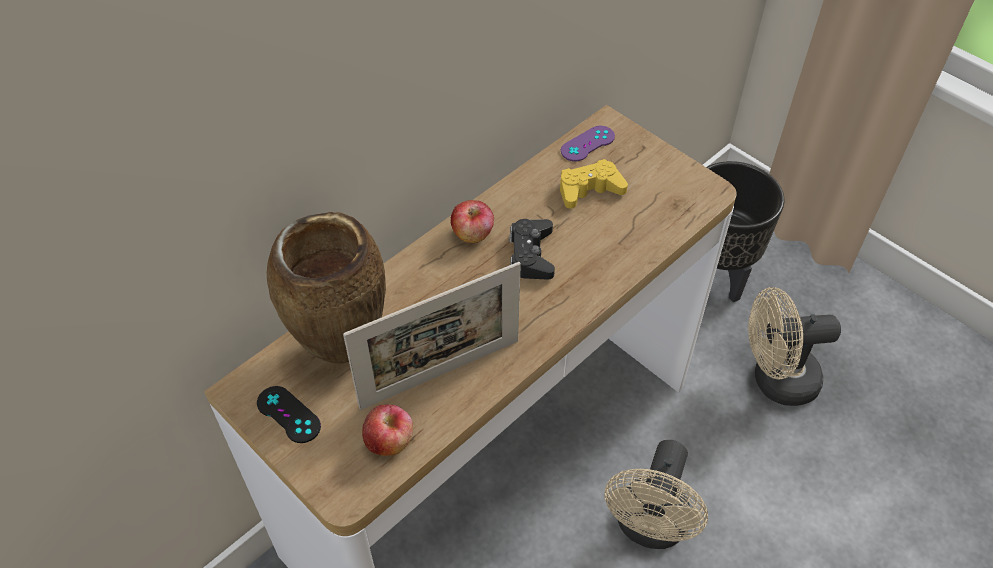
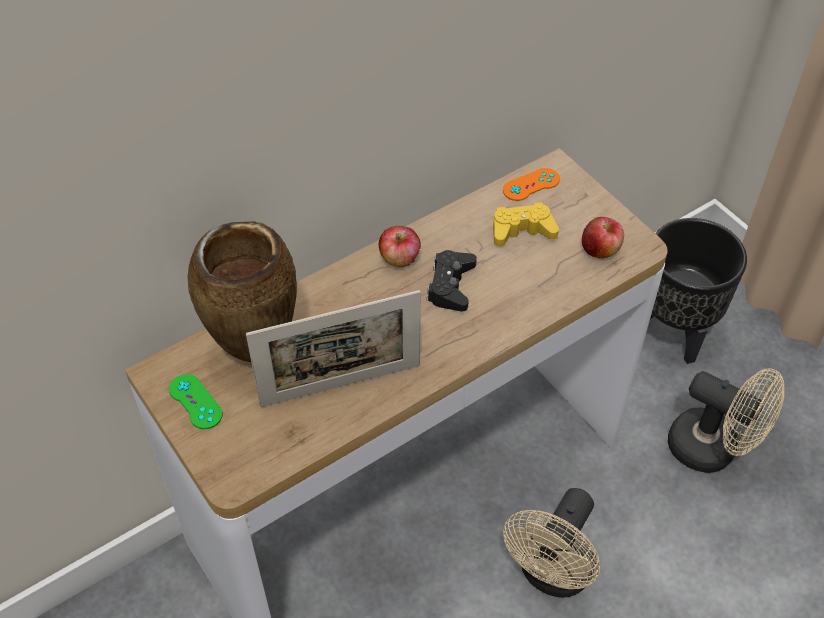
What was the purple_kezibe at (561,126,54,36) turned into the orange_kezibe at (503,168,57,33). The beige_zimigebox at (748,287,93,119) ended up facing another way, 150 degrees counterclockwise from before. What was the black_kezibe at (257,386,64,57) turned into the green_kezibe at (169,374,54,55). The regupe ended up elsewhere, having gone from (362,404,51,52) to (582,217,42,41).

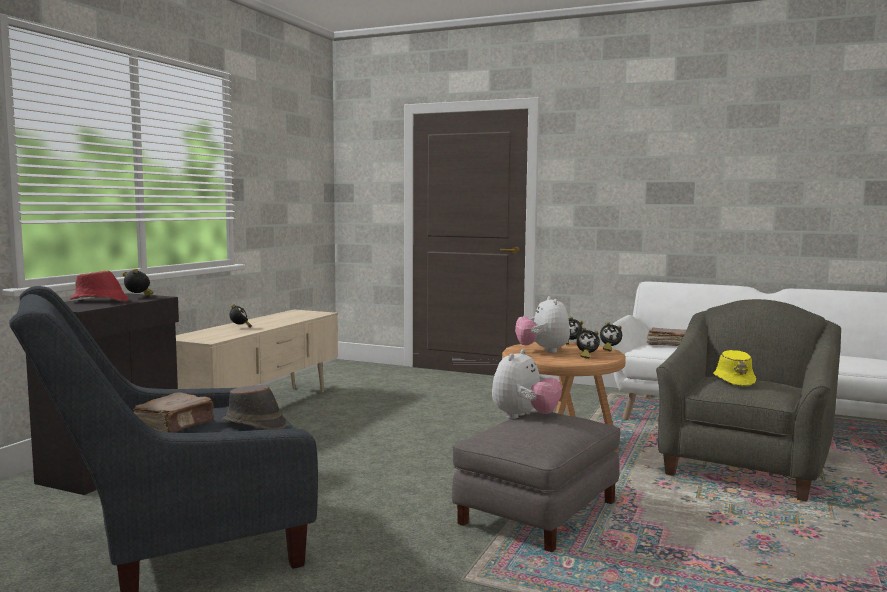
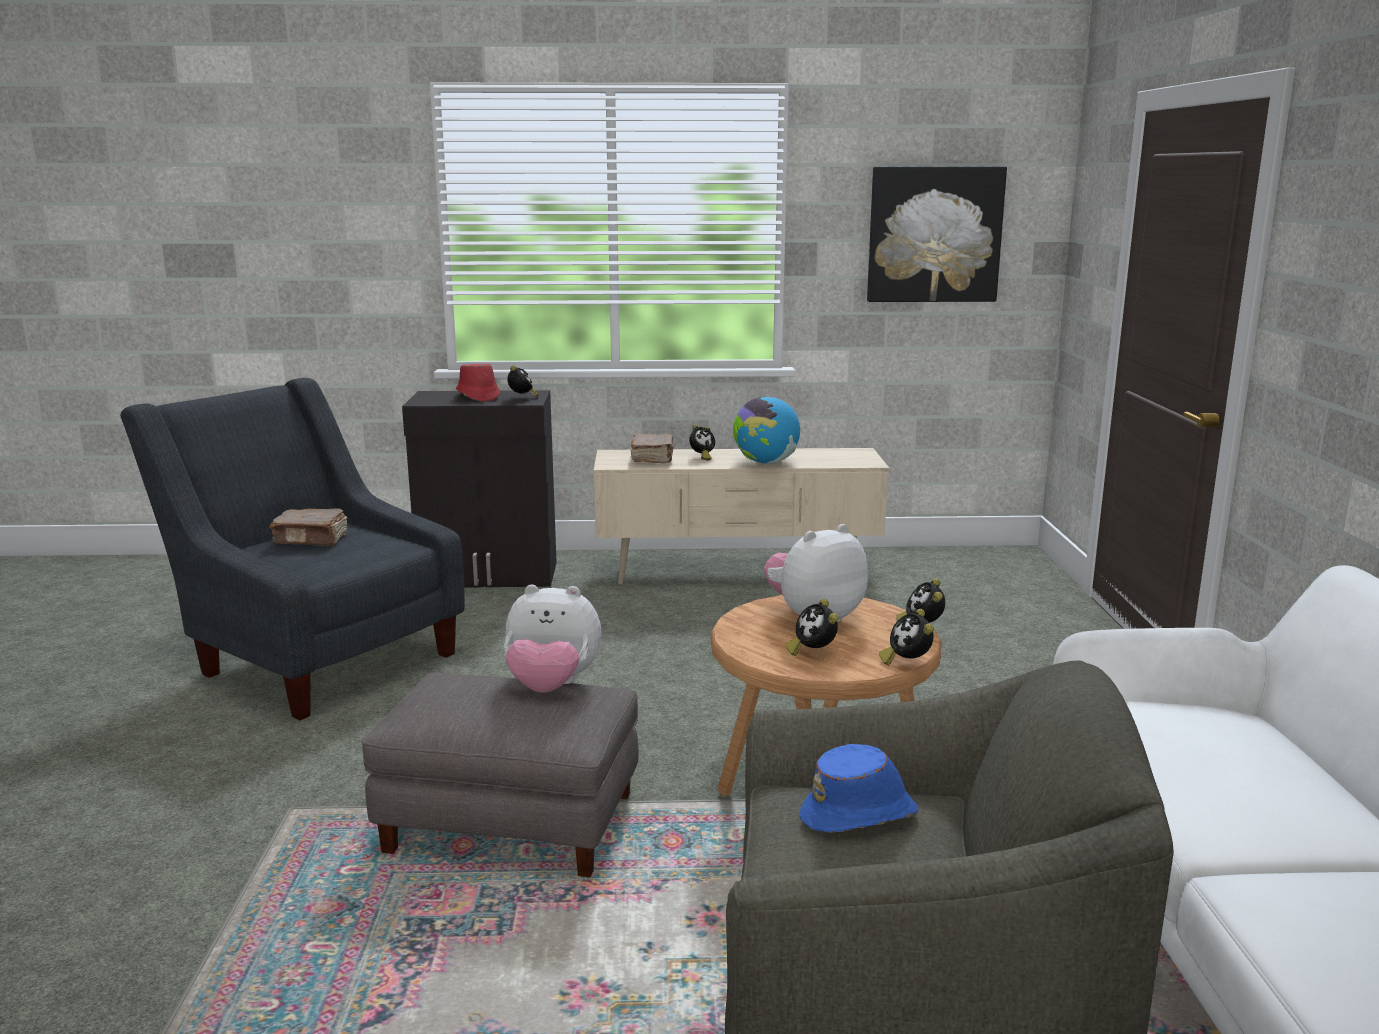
The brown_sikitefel ended up elsewhere, having gone from (647,328,39,18) to (630,433,43,30). What was the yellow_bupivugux at (713,350,43,36) turned into the blue_bupivugux at (799,744,119,89). The second view lost the brown_bupivugux at (222,385,65,45). The second view gained the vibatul at (867,166,140,136). The second view gained the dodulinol at (733,397,67,67).

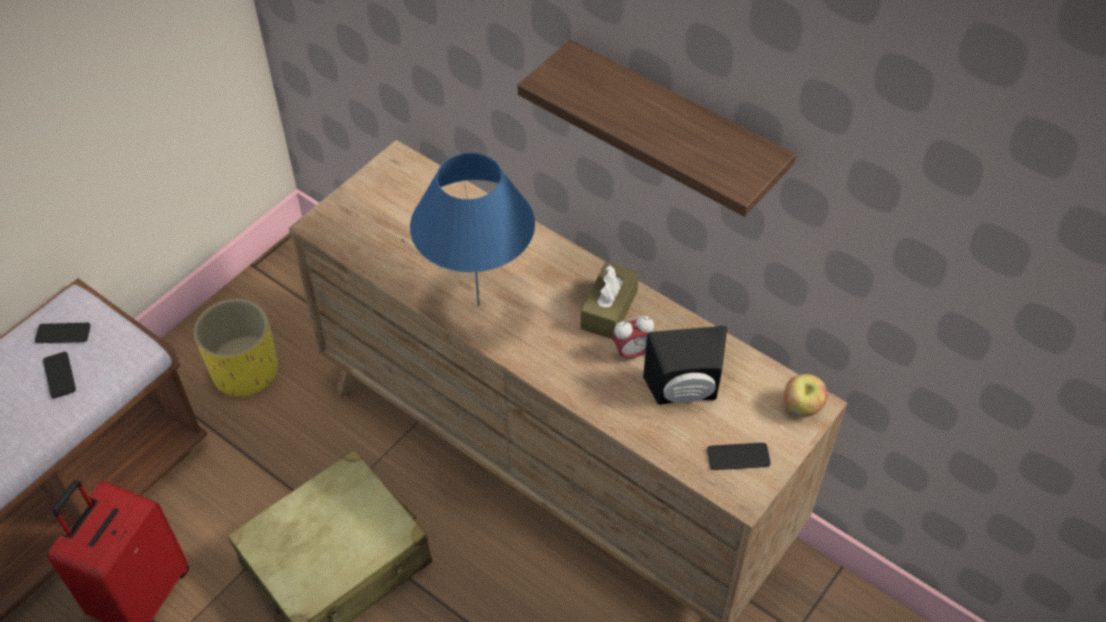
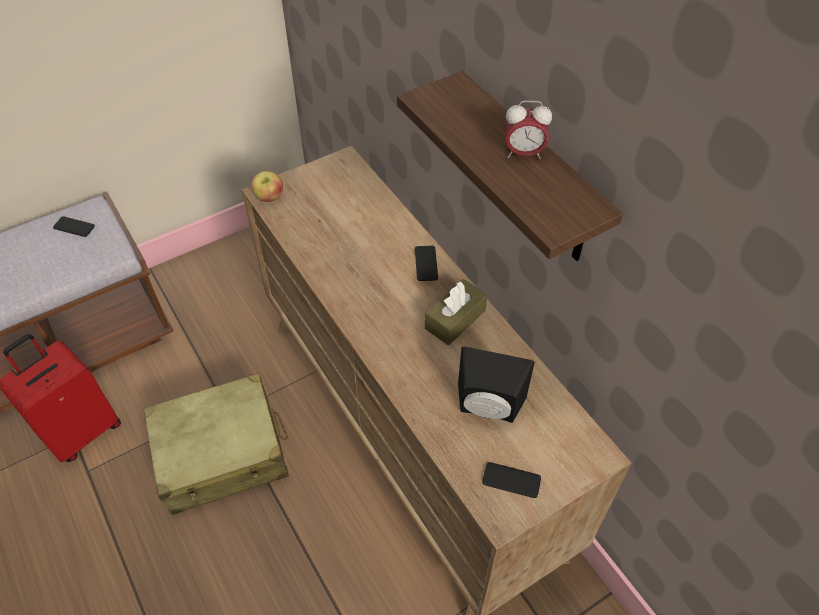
The second view lost the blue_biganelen at (410,153,125,153). The second view lost the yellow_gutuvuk at (194,299,84,98). The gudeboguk ended up elsewhere, having gone from (612,316,42,46) to (505,101,47,58). The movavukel ended up elsewhere, having gone from (43,352,33,46) to (415,246,23,35). The regupe ended up elsewhere, having gone from (784,374,43,43) to (251,171,32,31).

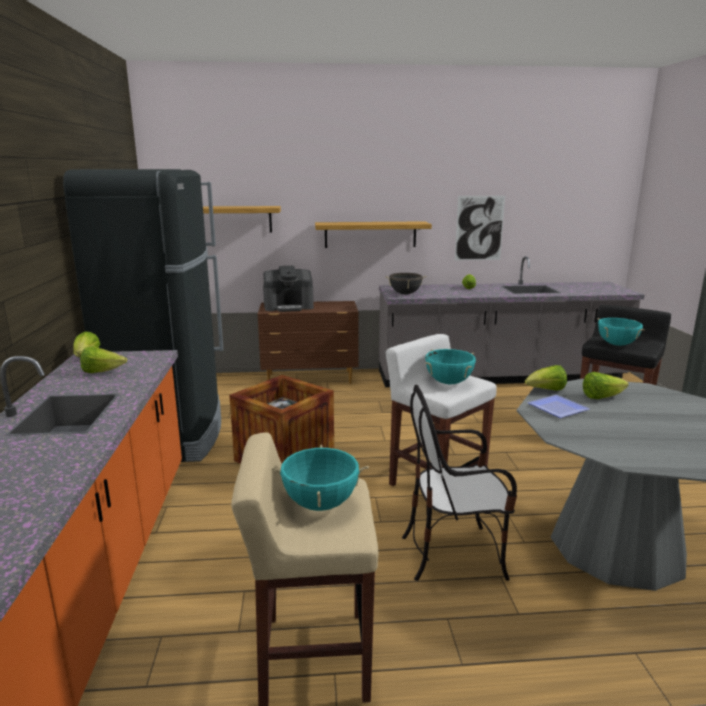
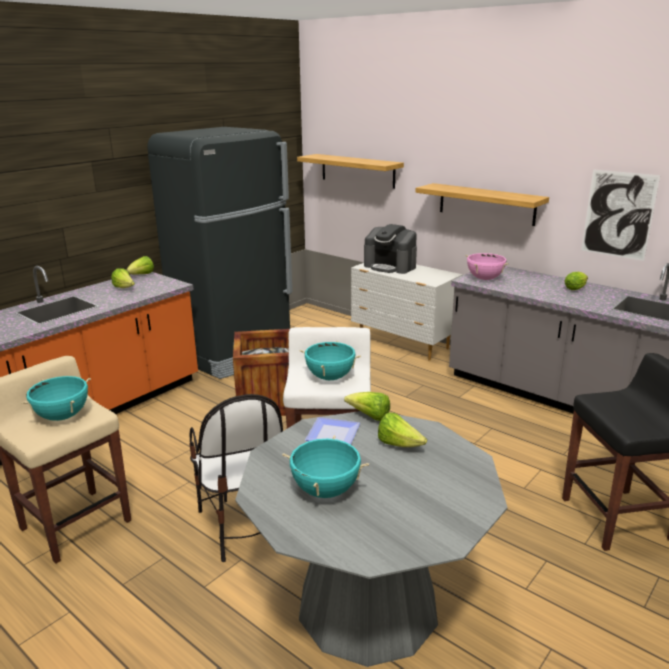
What was the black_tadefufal at (385,273,41,21) turned into the pink_tadefufal at (465,253,44,27). What was the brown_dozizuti at (258,301,101,83) turned into the white_dozizuti at (351,263,112,98). The turquoise_tadefufal ended up elsewhere, having gone from (598,318,47,28) to (282,435,87,63). The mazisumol at (402,384,115,197) ended up facing another way, 150 degrees counterclockwise from before.

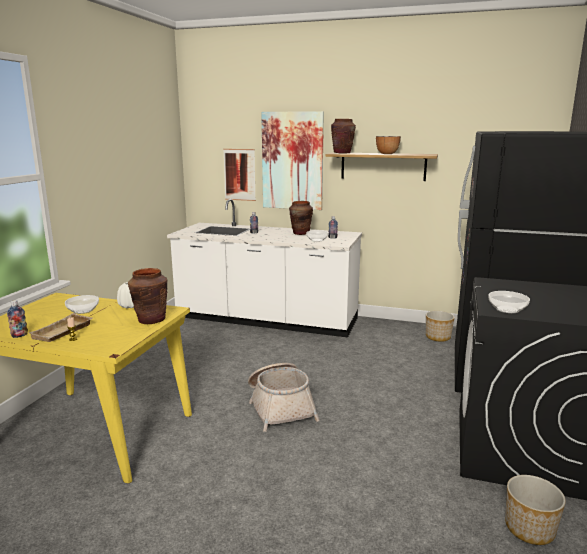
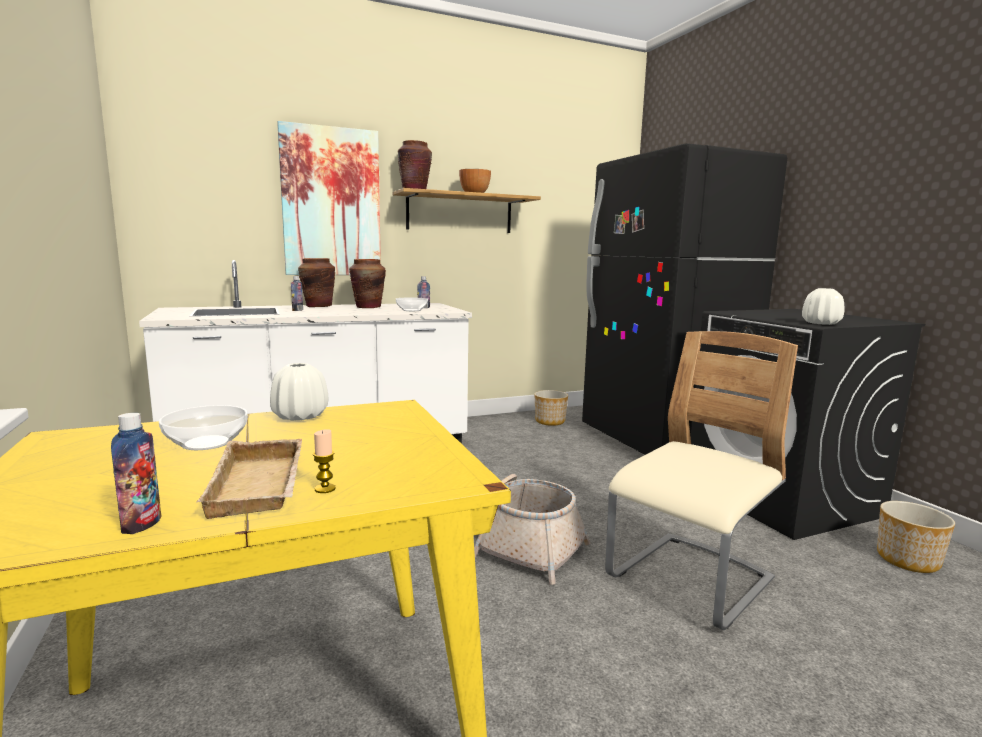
The second view lost the vibatul at (223,149,33,52). The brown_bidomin ended up elsewhere, having gone from (128,268,40,56) to (298,258,37,49). Where the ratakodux stood at (488,291,42,22), the white_bidomin came to stand at (802,288,42,37). The second view gained the beige_mazisumol at (605,331,193,299).

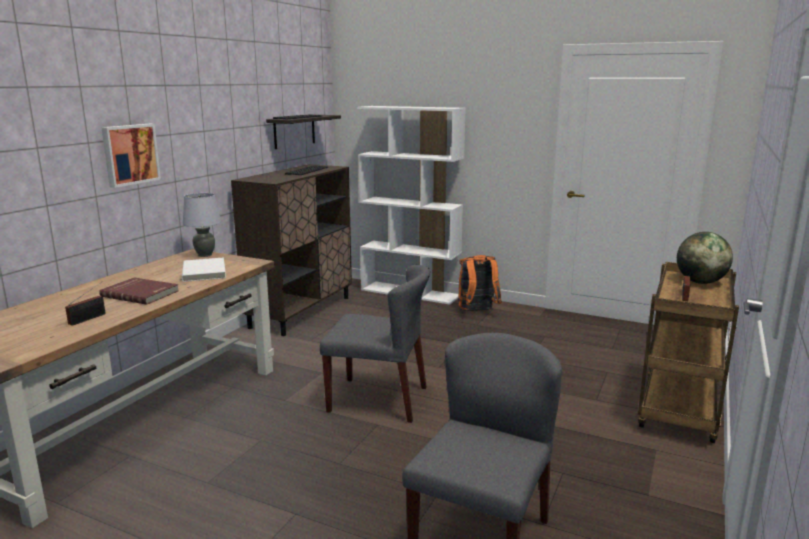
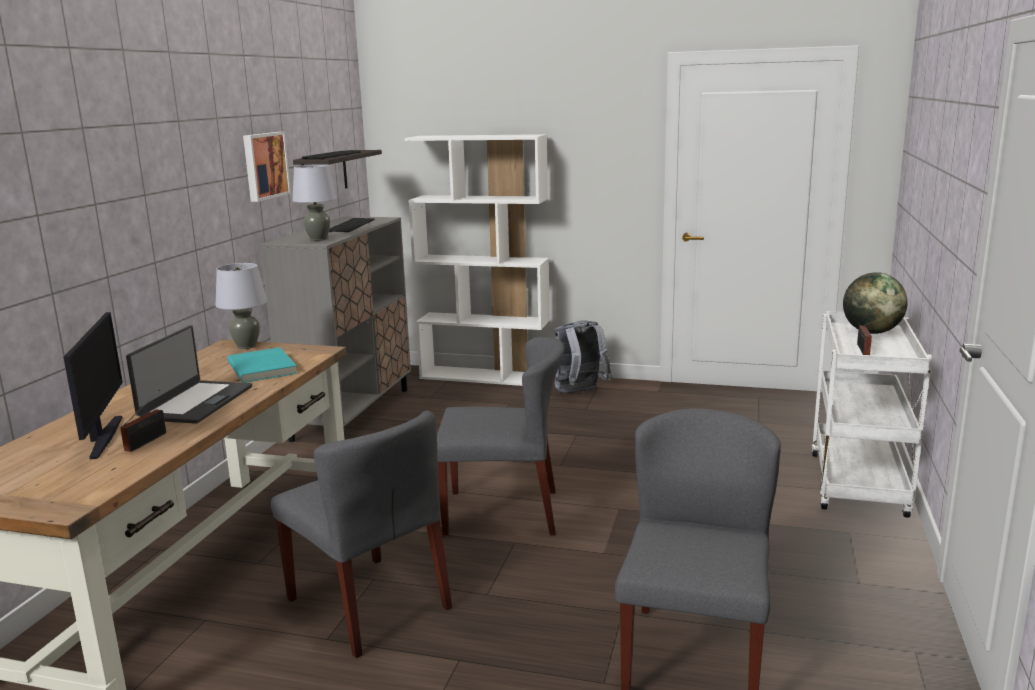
The vibatul ended up elsewhere, having gone from (101,124,60,64) to (243,132,48,70). What was the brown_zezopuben at (231,164,121,172) turned into the grey_zezopuben at (260,216,151,226). What was the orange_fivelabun at (458,255,44,56) turned into the grey_fivelabun at (554,320,58,73). What was the white_sikitefel at (182,257,44,25) turned into the turquoise_sikitefel at (228,347,70,36). What was the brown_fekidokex at (638,262,101,181) turned into the white_fekidokex at (812,311,120,207). Where the red_sikitefel stood at (99,277,80,28), the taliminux came to stand at (126,325,126,99). The second view gained the grey_biganelen at (292,164,45,77). The second view gained the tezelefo at (64,312,59,147). The second view gained the grey_mazisumol at (271,411,181,248).

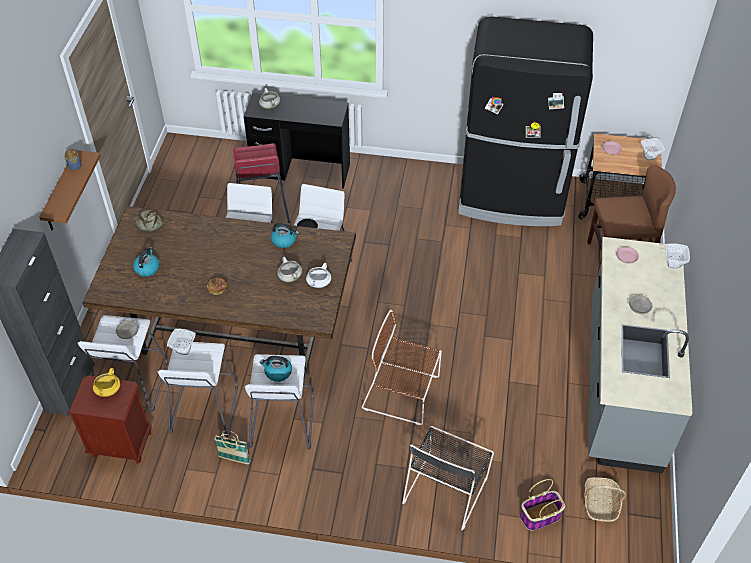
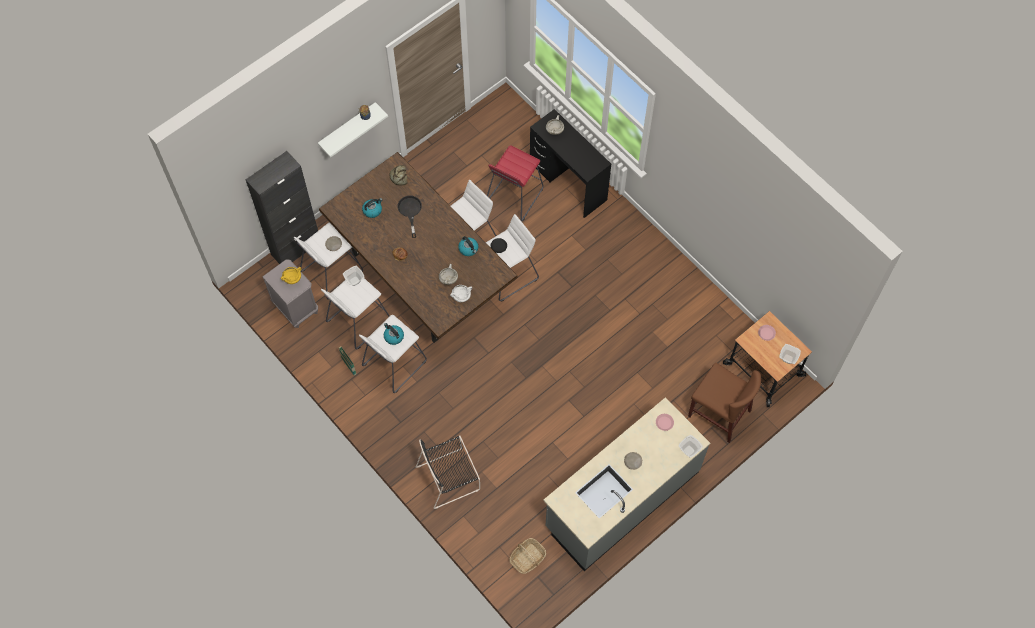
The second view lost the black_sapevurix at (458,16,135,210). What was the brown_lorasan at (39,150,62,80) turned into the white_lorasan at (318,102,70,56). The second view lost the brown_mazisumol at (362,310,80,115). What was the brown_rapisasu at (68,375,84,89) turned into the grey_rapisasu at (262,259,56,69). The second view lost the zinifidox at (520,479,45,52). The second view gained the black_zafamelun at (397,196,25,42).

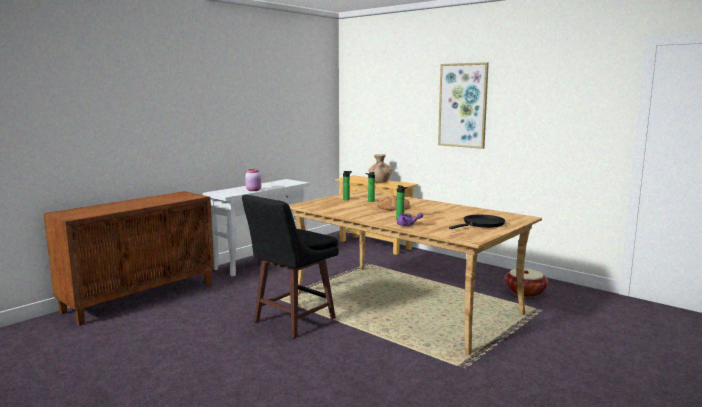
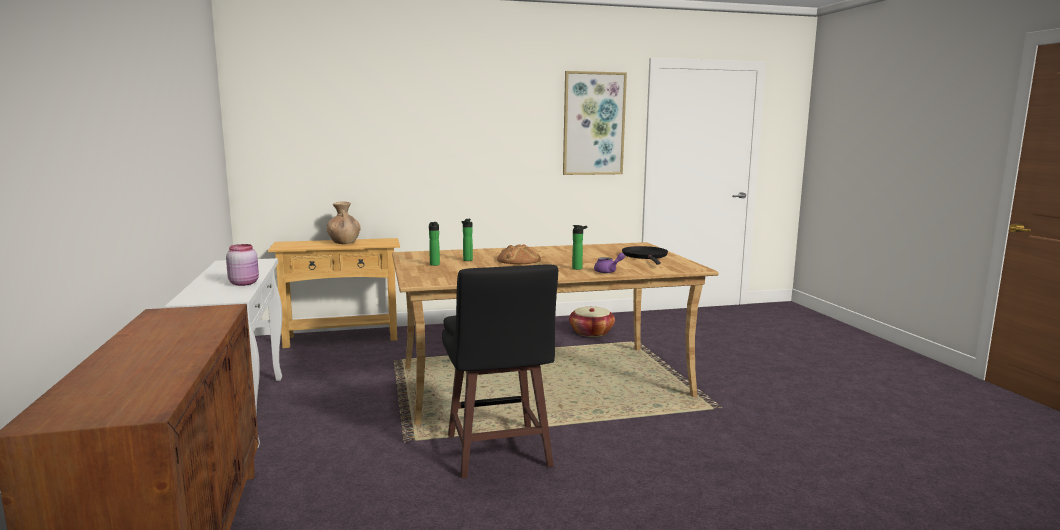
The vibatul ended up elsewhere, having gone from (438,62,51,87) to (563,71,64,104).

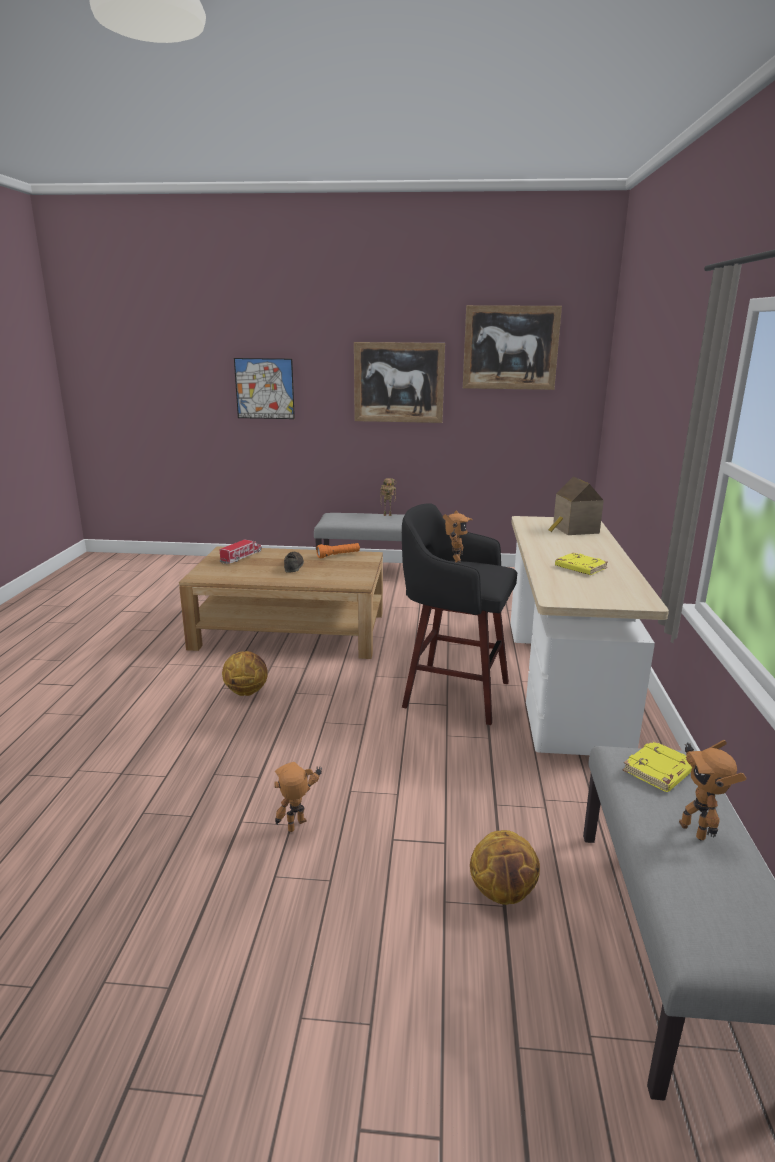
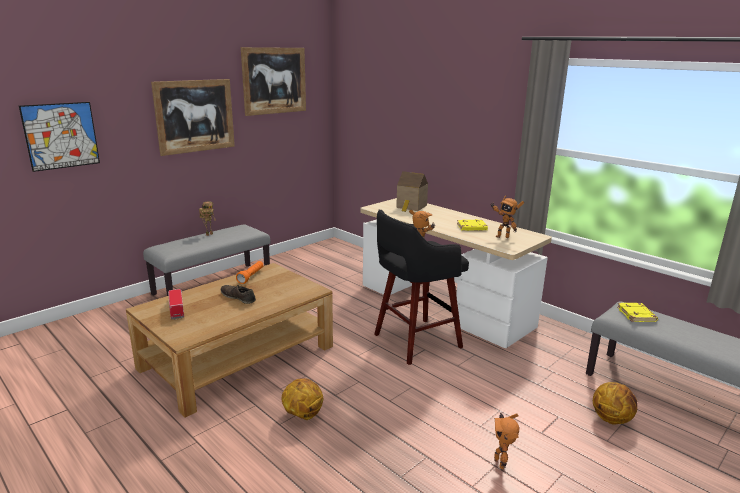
The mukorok ended up elsewhere, having gone from (679,740,67,100) to (490,195,34,43).

